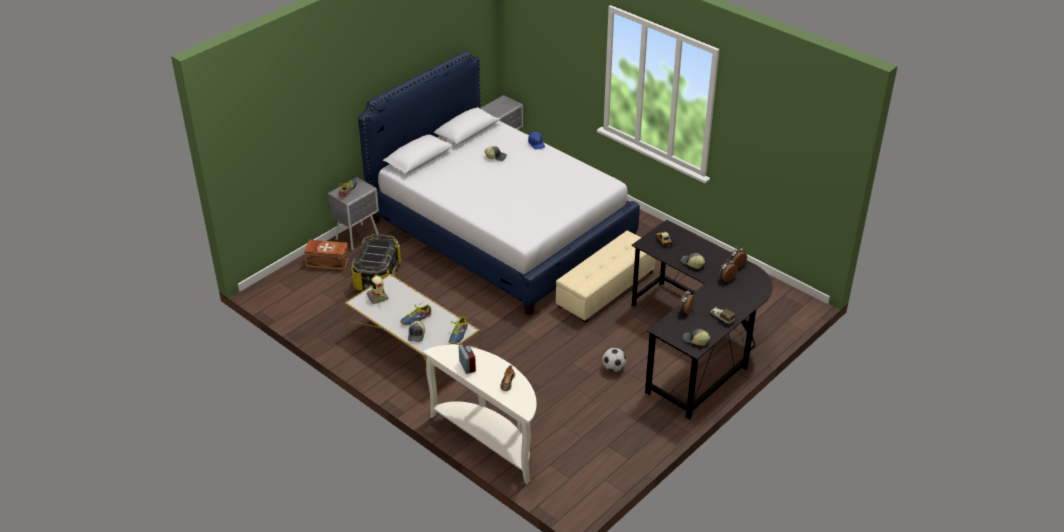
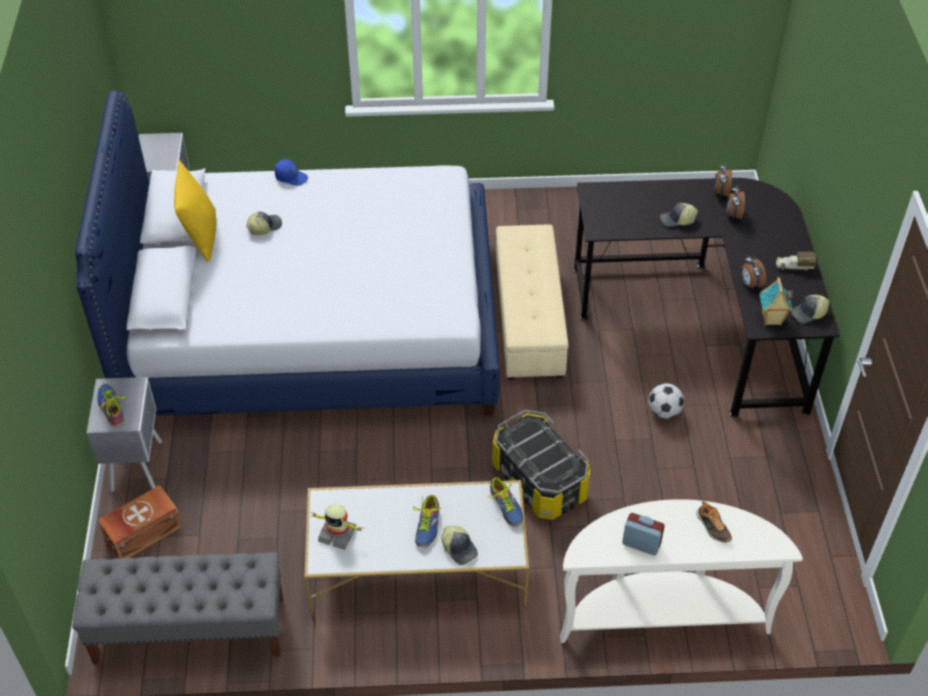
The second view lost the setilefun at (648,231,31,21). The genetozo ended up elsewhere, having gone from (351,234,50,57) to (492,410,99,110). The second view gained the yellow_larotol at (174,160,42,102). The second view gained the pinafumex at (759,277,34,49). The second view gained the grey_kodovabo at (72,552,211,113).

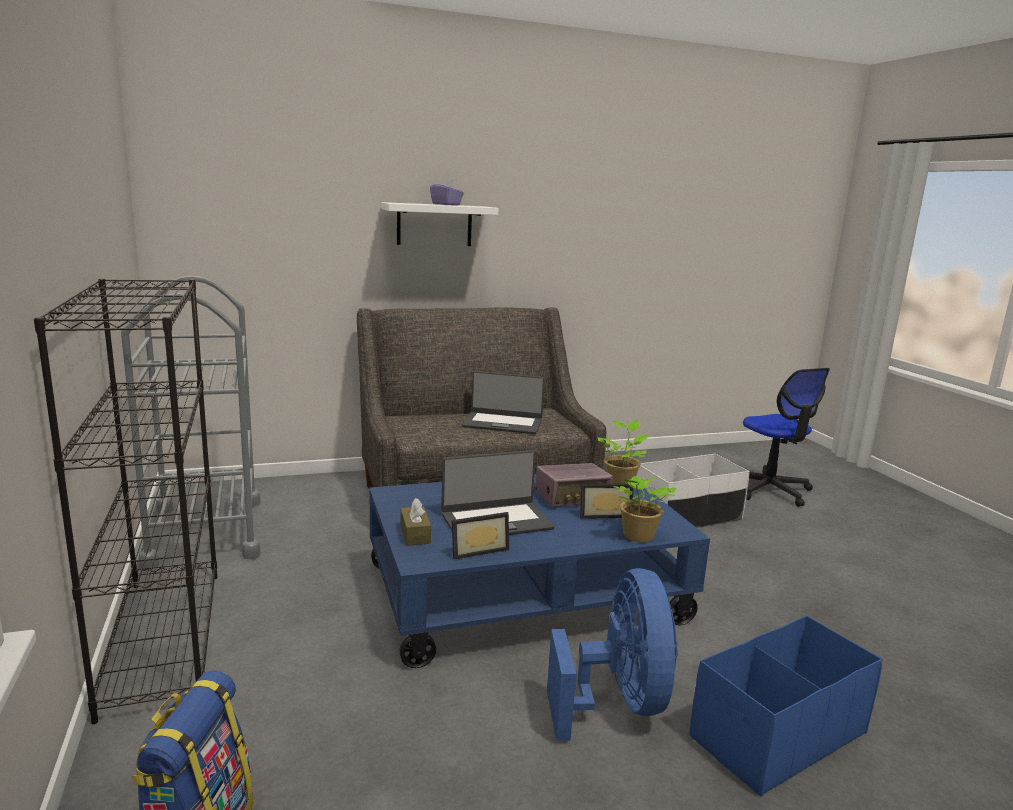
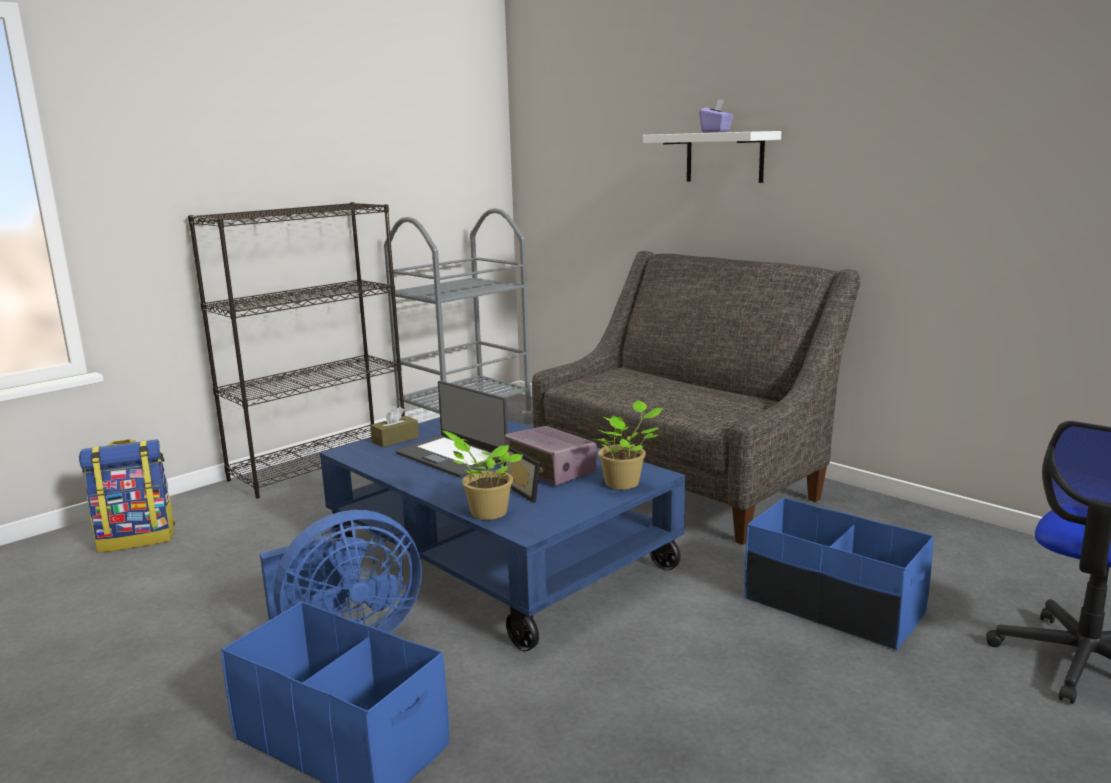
The second view lost the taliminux at (462,371,83,63). What was the white_genetozo at (636,454,114,74) turned into the blue_genetozo at (744,498,190,152). The second view lost the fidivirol at (452,512,58,47).

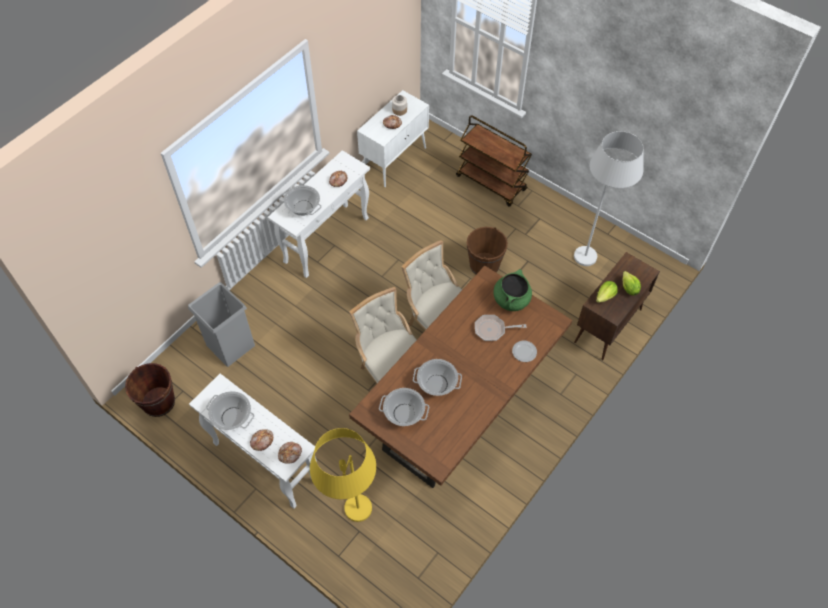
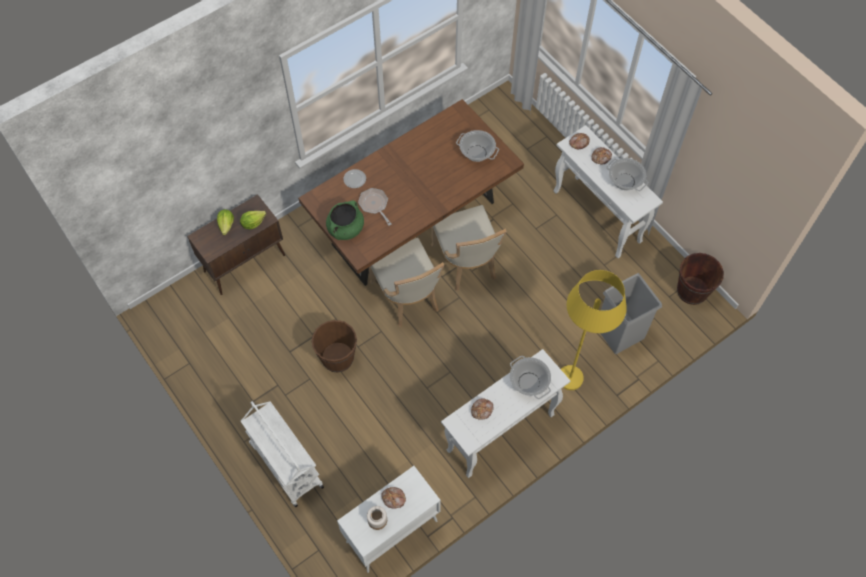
What was the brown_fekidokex at (456,115,76,92) turned into the white_fekidokex at (241,401,83,106). The second view lost the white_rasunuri at (574,131,70,135). The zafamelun at (475,315,51,26) ended up facing another way, 135 degrees counterclockwise from before. The second view lost the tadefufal at (413,359,49,37). The yellow_rasunuri ended up elsewhere, having gone from (310,428,66,94) to (561,270,66,120).

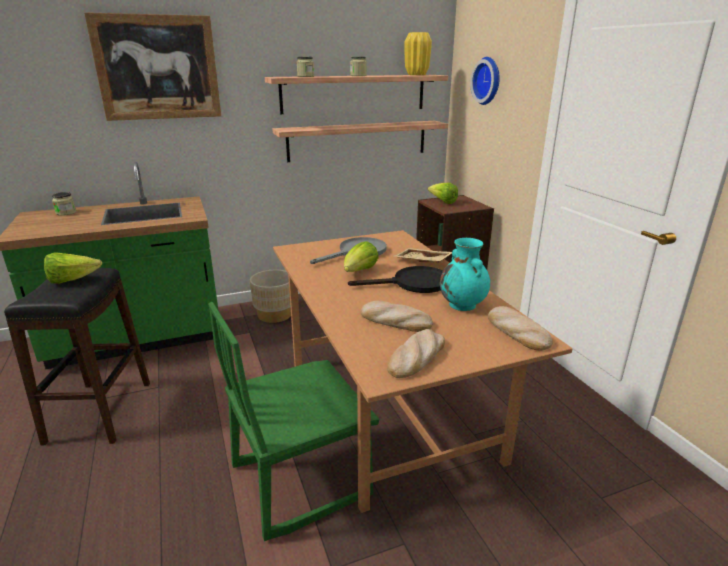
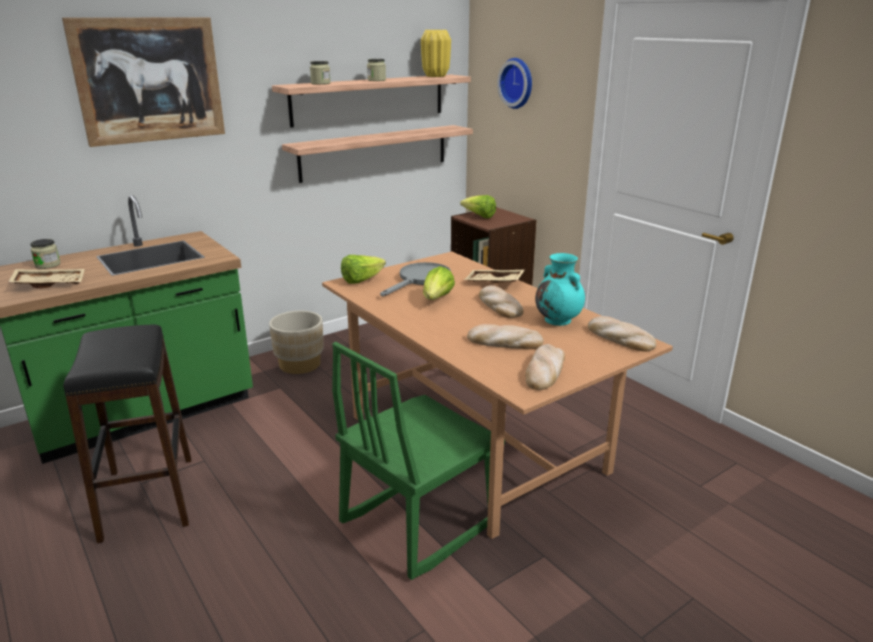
The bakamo ended up elsewhere, having gone from (44,252,58,32) to (341,255,45,29). Where the black_zafamelun stood at (348,266,95,27), the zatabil came to stand at (479,285,45,33). The second view gained the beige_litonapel at (9,269,76,19).

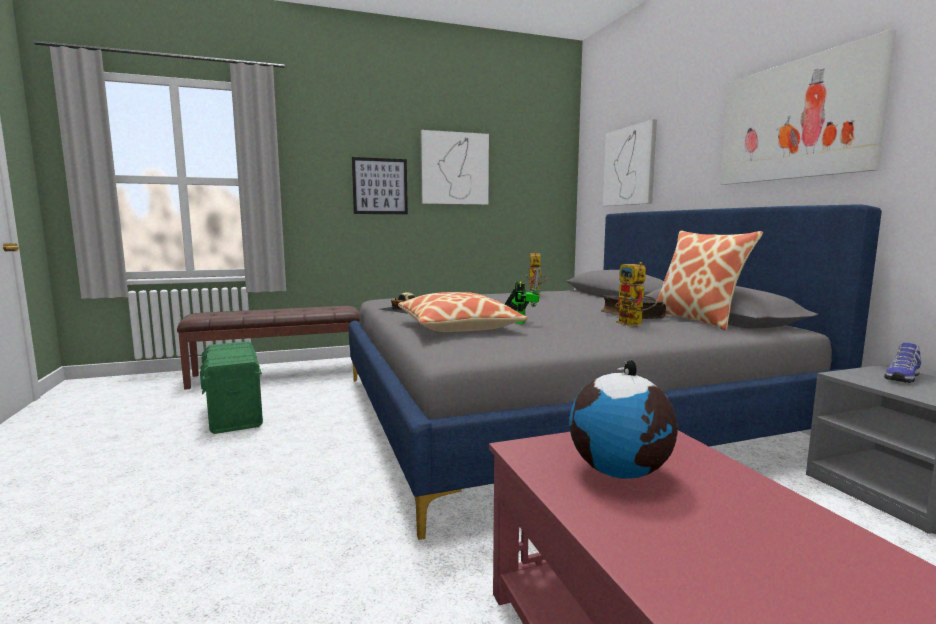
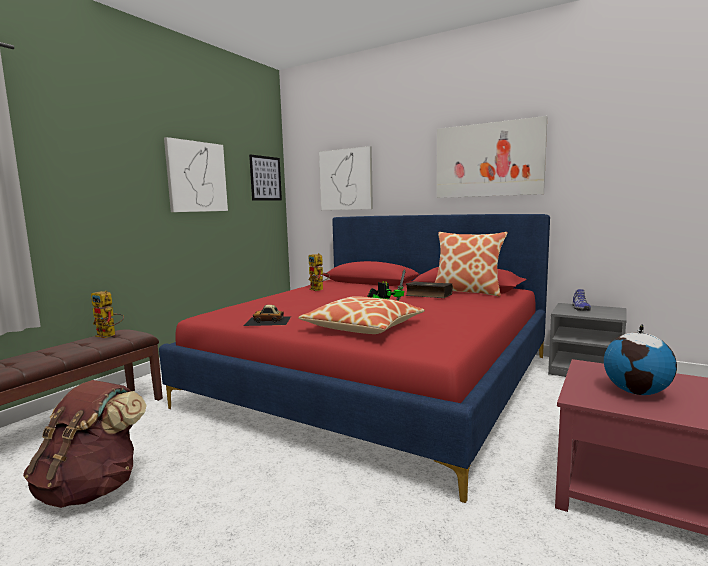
The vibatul ended up elsewhere, having gone from (352,157,56,57) to (249,154,33,47). What was the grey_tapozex at (349,205,533,335) turned into the red_tapozex at (159,214,391,289). The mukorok ended up elsewhere, having gone from (615,262,42,64) to (91,290,33,48). Where the green_genetozo stood at (200,341,63,93), the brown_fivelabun came to stand at (23,380,124,128).

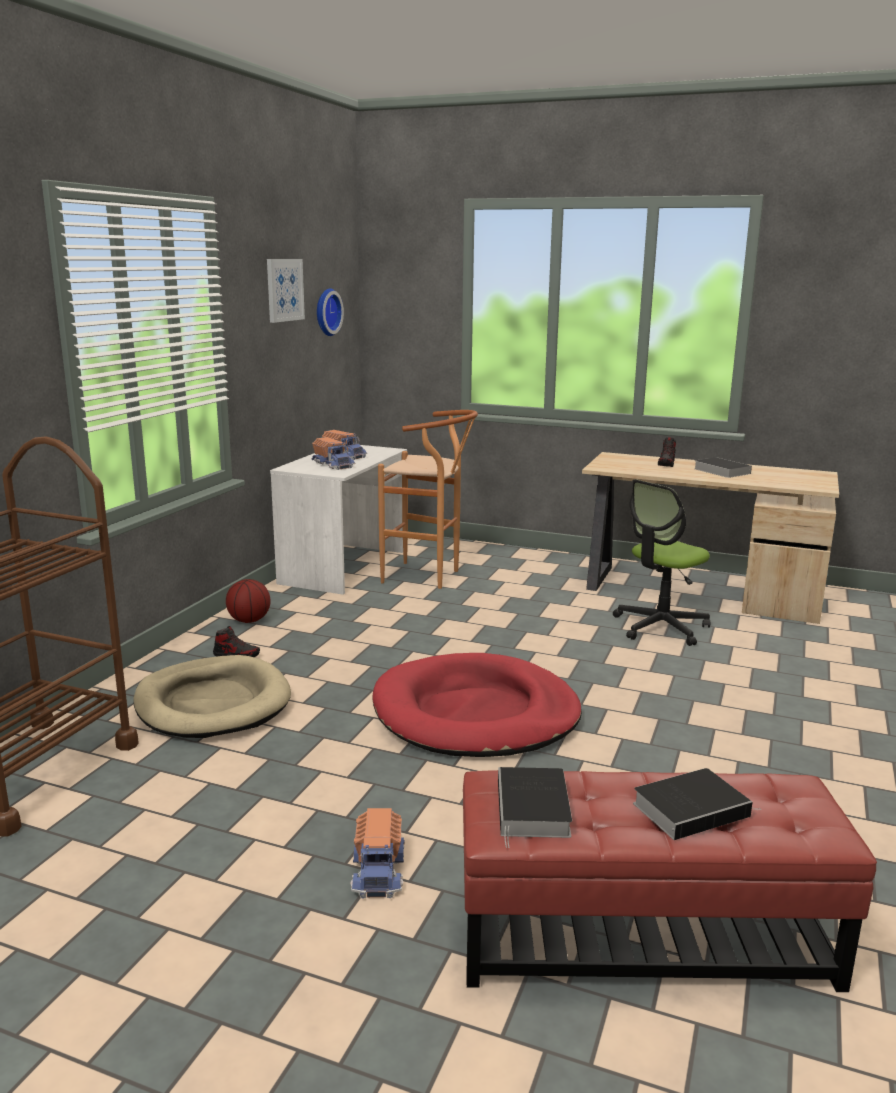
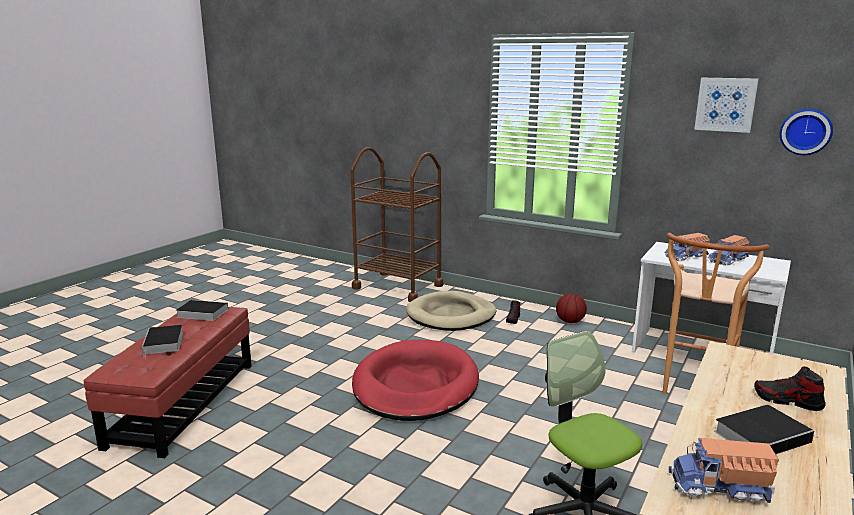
The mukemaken ended up elsewhere, having gone from (350,808,54,91) to (669,438,110,65).

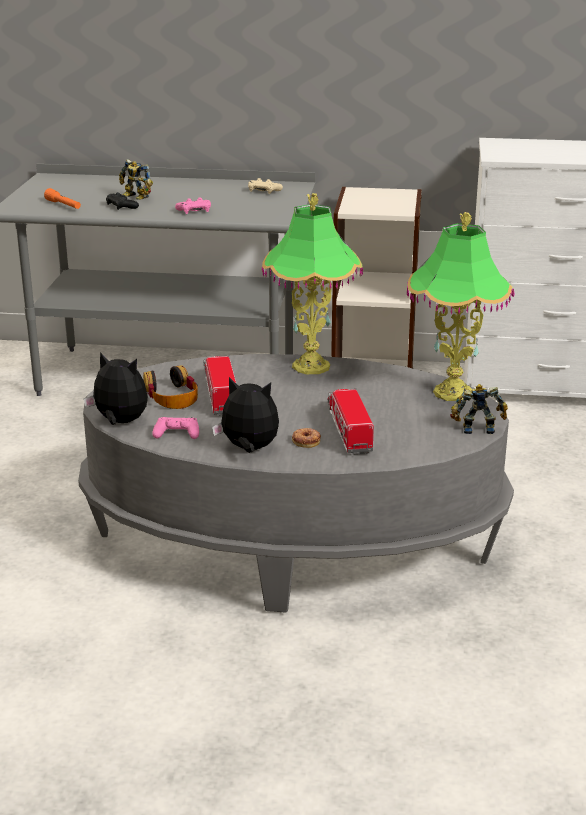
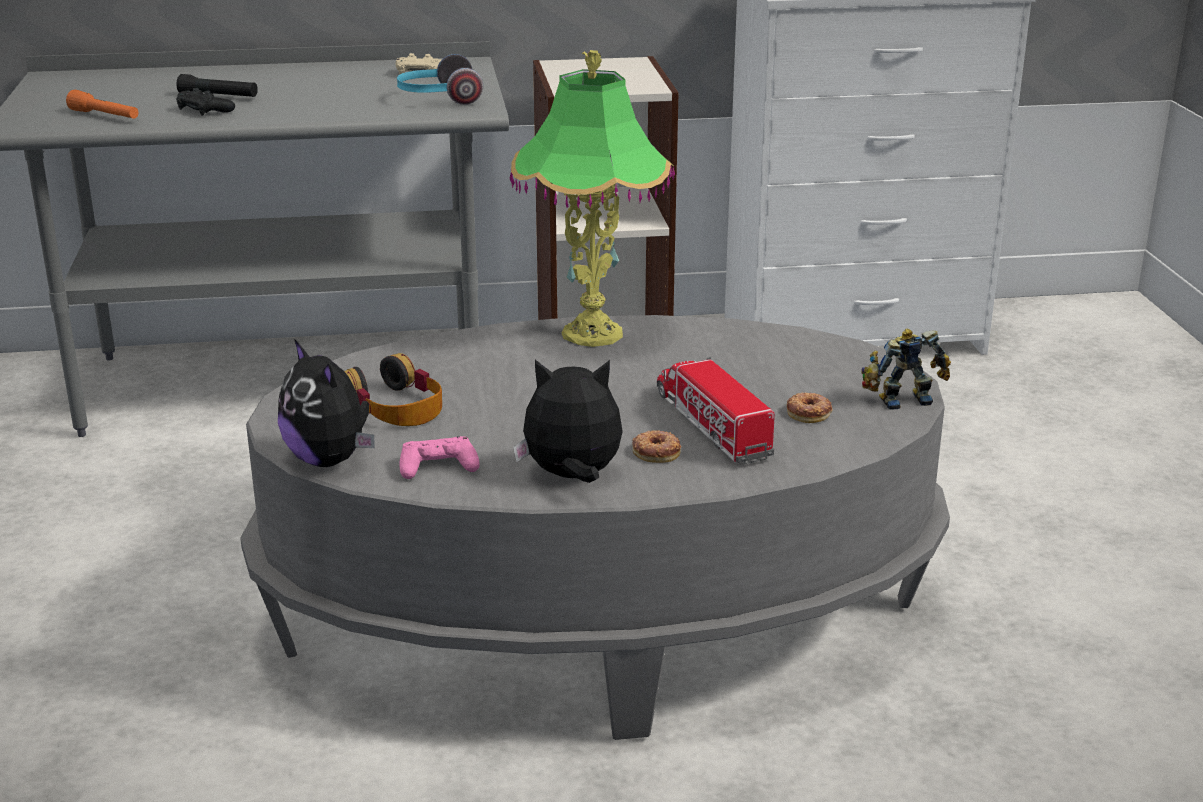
Where the mukorok stood at (119,159,34,41), the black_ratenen came to stand at (176,74,82,23). The second view lost the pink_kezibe at (175,197,36,17). The second view lost the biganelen at (407,212,107,189). The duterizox at (84,352,64,73) ended up facing another way, 135 degrees counterclockwise from before. The second view lost the mukemaken at (204,355,32,61). The second view gained the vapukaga at (397,54,86,51). The second view gained the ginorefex at (787,393,45,30).

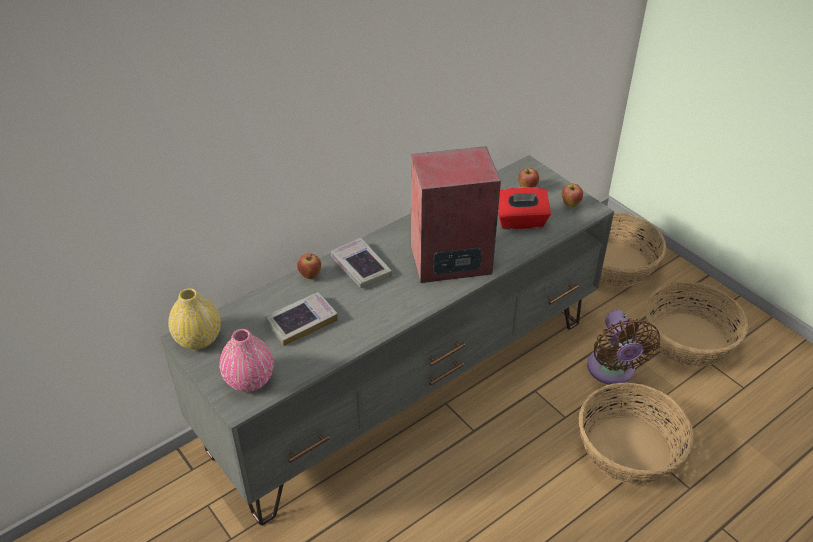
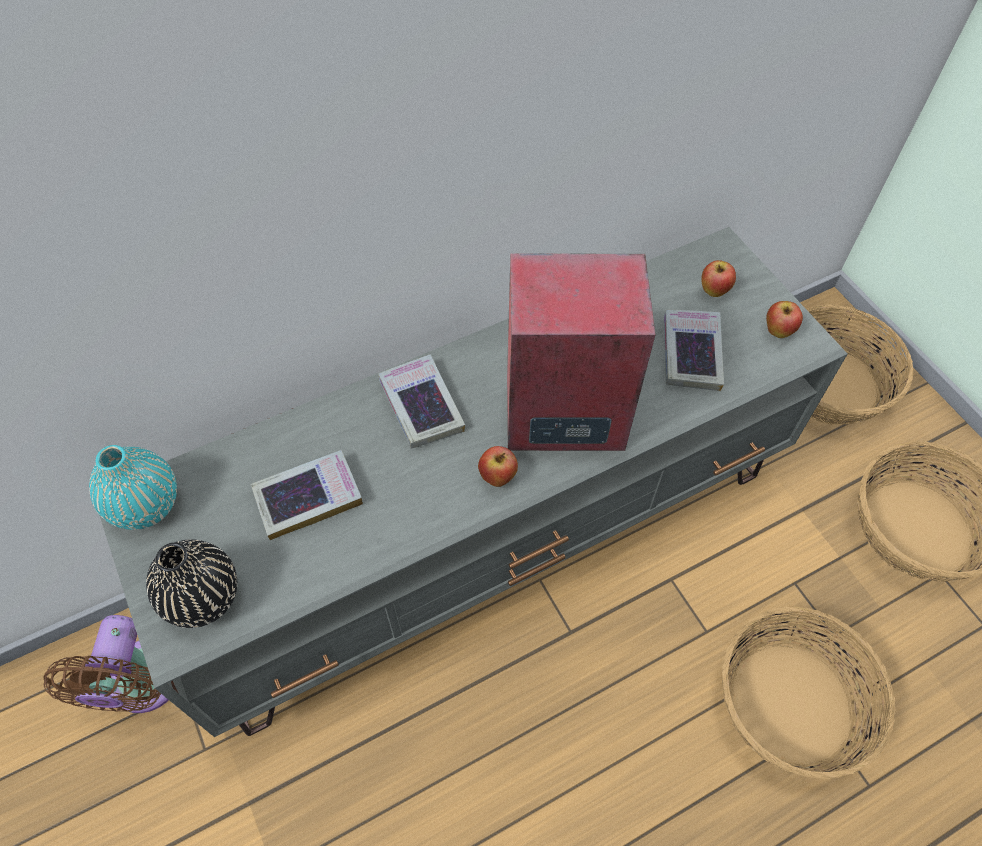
Where the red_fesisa stood at (498,187,53,42), the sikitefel came to stand at (664,309,60,82). The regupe ended up elsewhere, having gone from (297,254,24,25) to (478,446,40,41). What was the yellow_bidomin at (168,288,53,61) turned into the turquoise_bidomin at (89,445,88,85). The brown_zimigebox ended up elsewhere, having gone from (587,310,73,75) to (43,615,126,98). What was the pink_bidomin at (219,329,55,63) turned into the black_bidomin at (146,539,91,89).

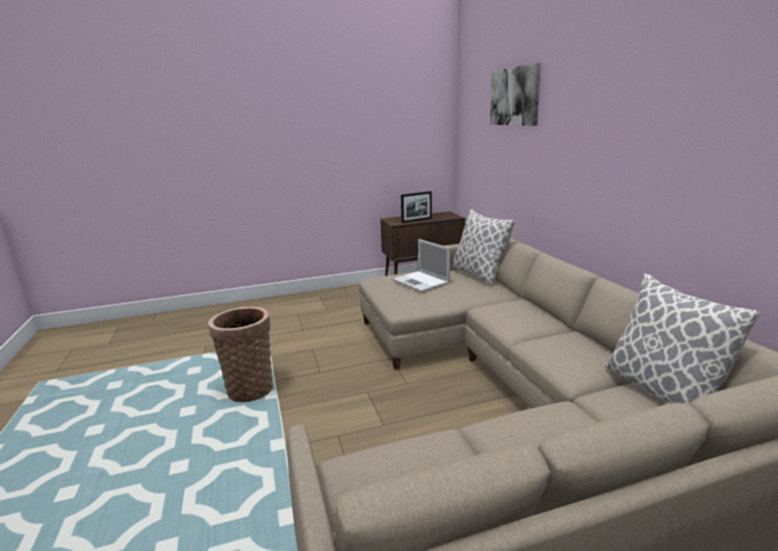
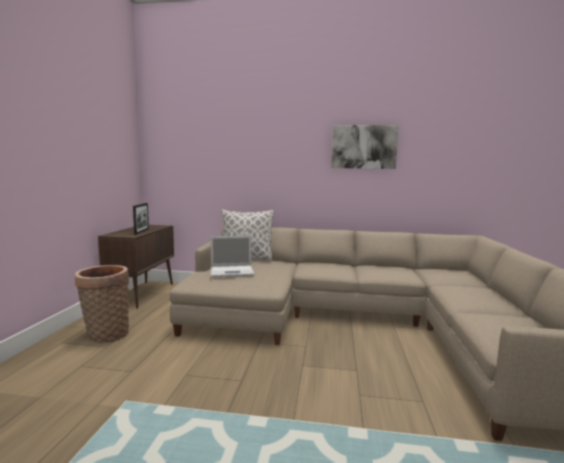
The vibatul ended up elsewhere, having gone from (490,63,51,63) to (331,125,68,44). The second view lost the larotol at (605,273,155,131). The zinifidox ended up elsewhere, having gone from (208,307,65,95) to (75,265,54,78).

